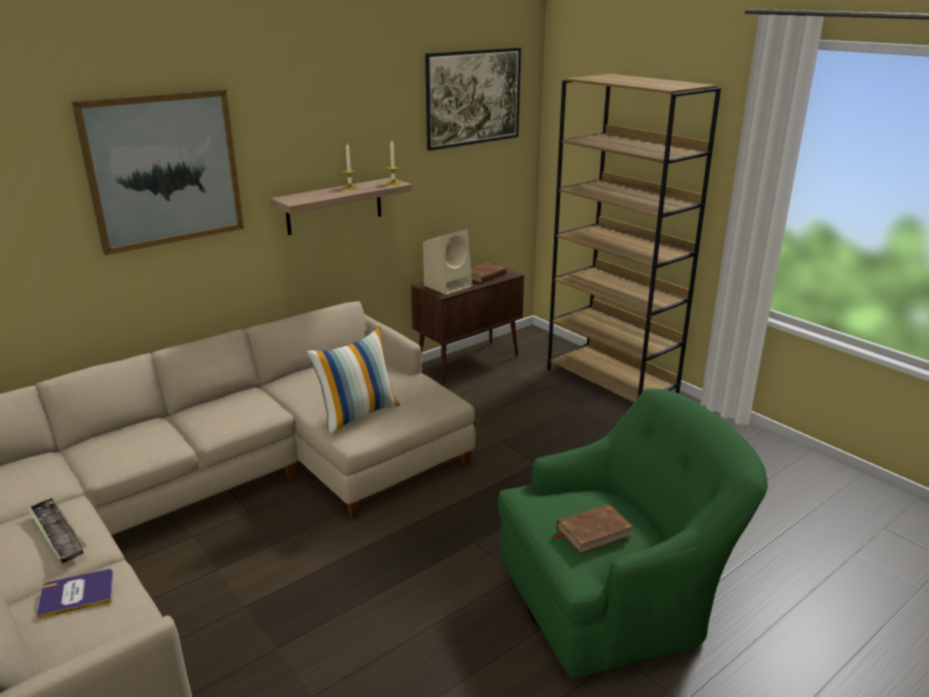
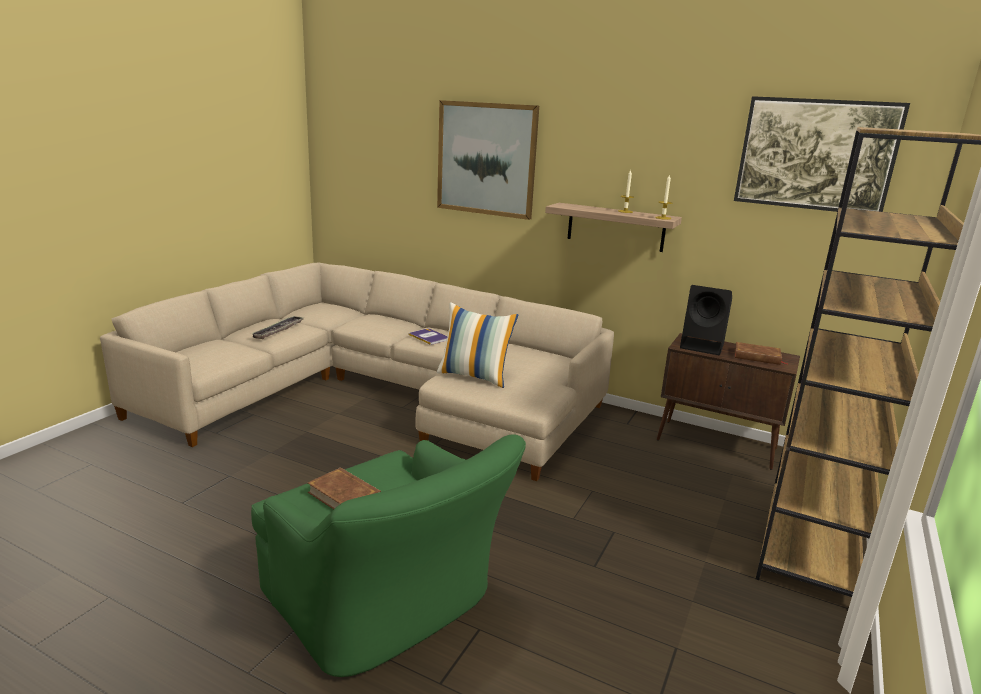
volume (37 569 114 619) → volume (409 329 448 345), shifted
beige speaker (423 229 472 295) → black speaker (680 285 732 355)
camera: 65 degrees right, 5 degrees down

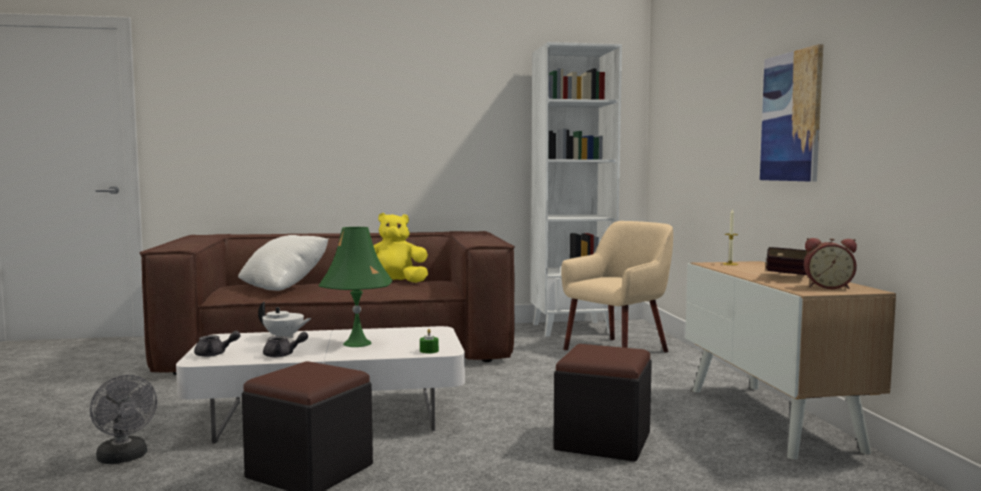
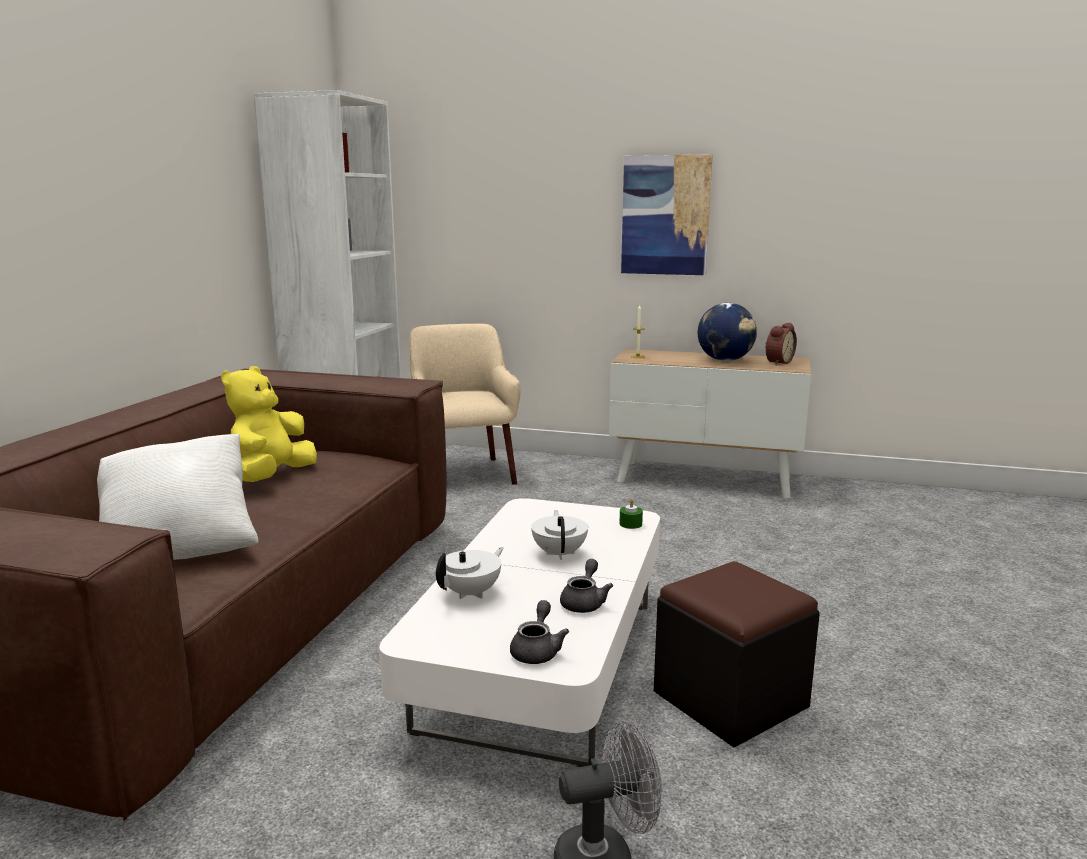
greenish tabletop lamp (319 227 392 347) → white-coloured tea pot (531 510 588 560)
black footrest (553 344 652 462) → -
reddish volume (766 247 808 275) → world globe (698 303 757 361)
camera: 65 degrees left, 10 degrees up

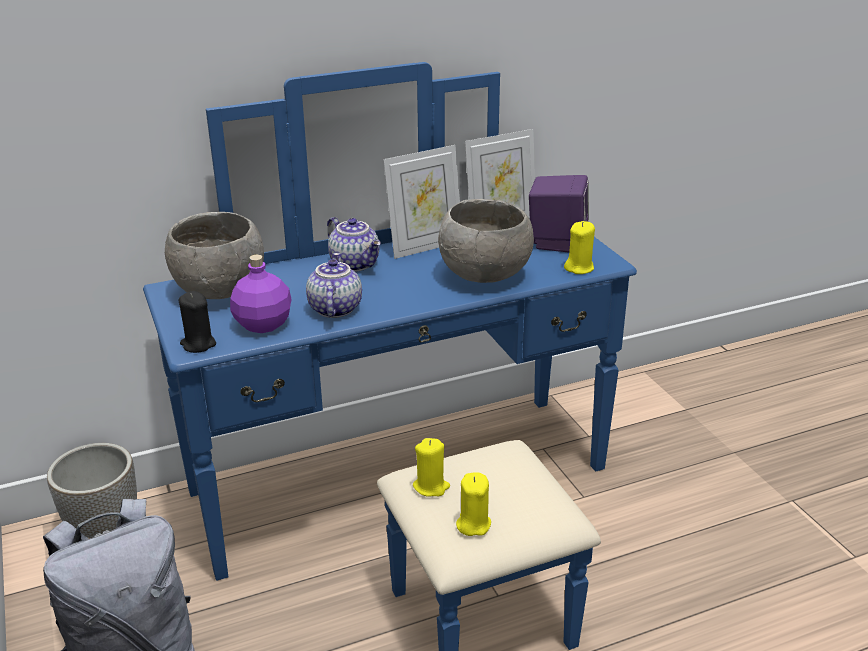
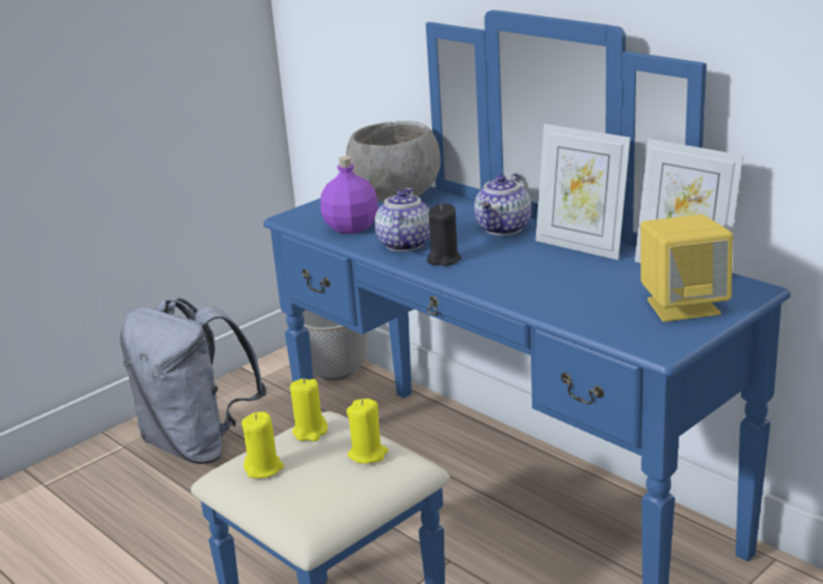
black wax light (178 291 216 353) → black wax light (427 204 461 266), shifted
tea pot (306 253 362 318) → tea pot (375 188 430 251), 60 degrees counterclockwise
greyish bowl (438 199 534 283) → -
purple-coloured speaker (529 175 589 252) → yellow-coloured speaker (640 214 733 322)
yellow-coloured wax light (564 221 595 274) → yellow-coloured wax light (346 399 388 464), shifted
camera: 70 degrees right, 5 degrees down

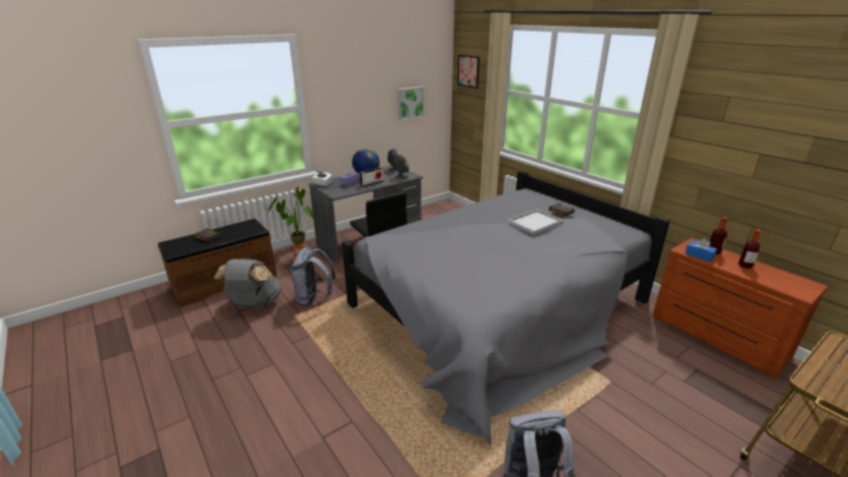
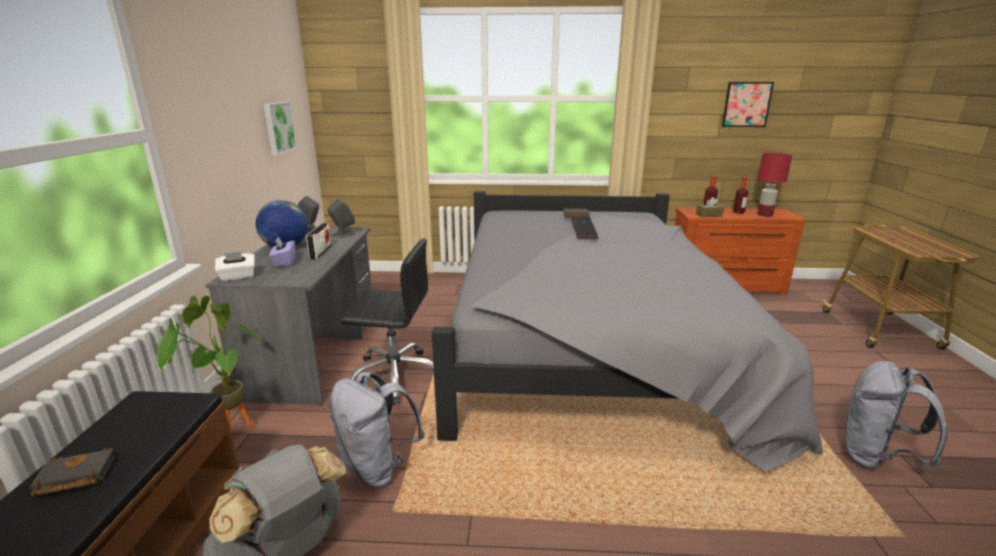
wall picture (457 55 480 88) → wall picture (722 82 774 127), shifted
white-coloured carrying tray (508 209 563 234) → keyboard (571 216 598 239)
blue-coloured box of tissues (685 238 717 262) → brown box of tissues (696 197 724 217)
- → reddish tabletop lamp (757 153 792 217)
camera: 50 degrees left, 5 degrees down

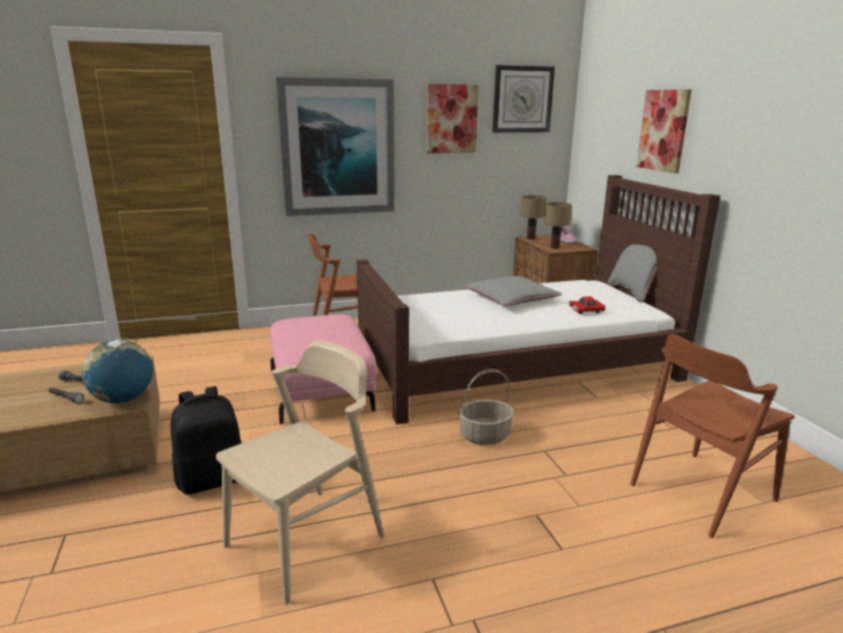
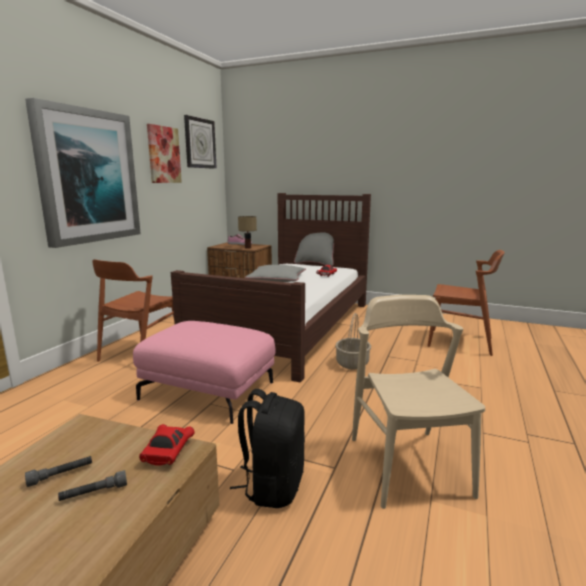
world globe (82 339 153 403) → reddish model car (139 424 195 466)
tabletop lamp (521 196 546 239) → -
brown chair (630 334 795 538) → brown chair (428 250 505 356), 75 degrees counterclockwise
wall picture (636 89 692 174) → -
camera: 50 degrees left, 5 degrees down

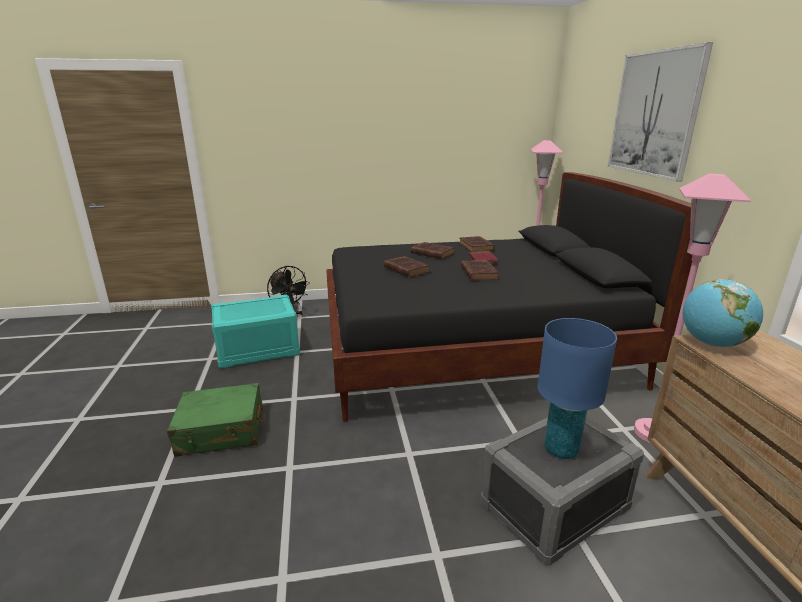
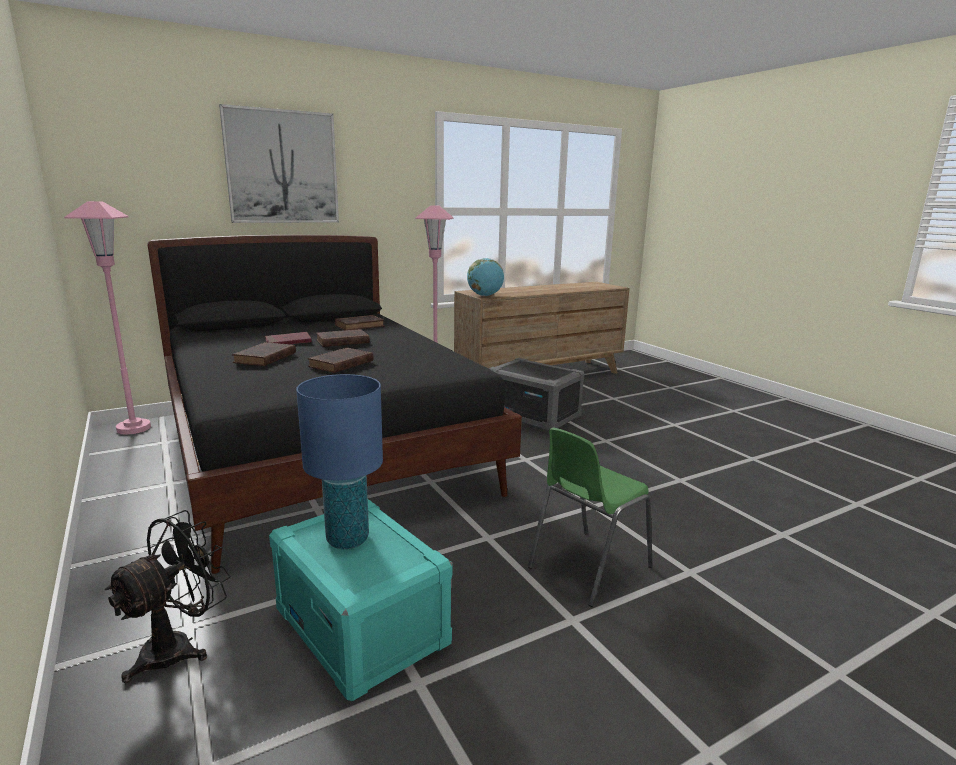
greenish suitcase (167 383 265 457) → greenish chair (528 428 653 607)
brown volume (459 236 495 252) → brown volume (335 315 384 330), shifted
blue-coloured tabletop lamp (538 318 617 459) → blue-coloured tabletop lamp (296 374 383 549), shifted
camera: 110 degrees left, 5 degrees down

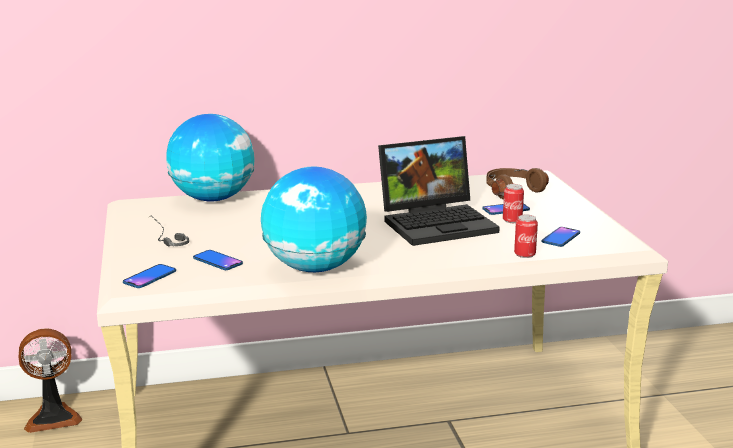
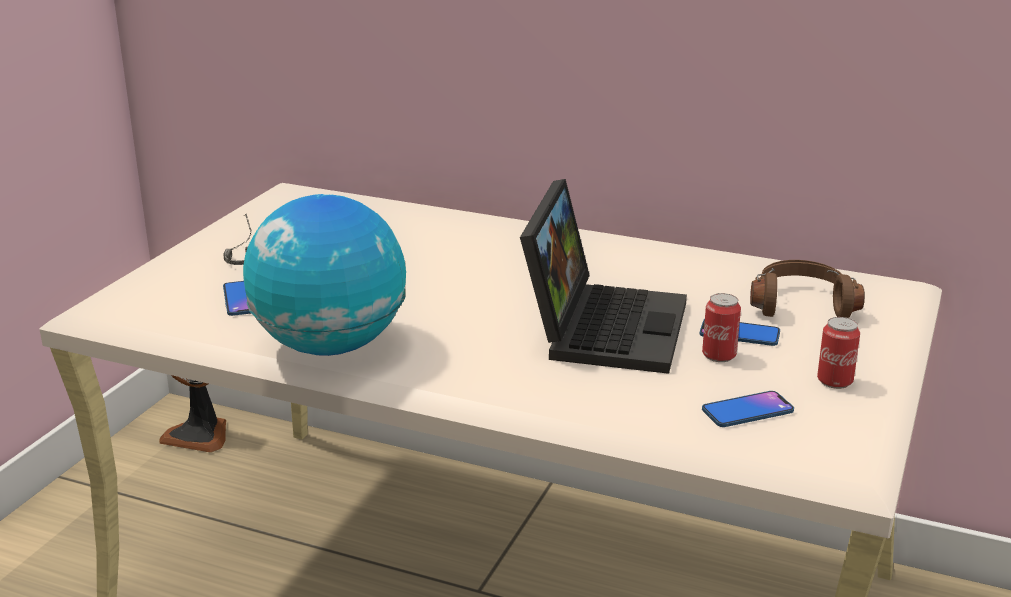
handset (123 264 176 288) → -
world globe (166 114 255 202) → -
notebook computer (378 136 500 246) → notebook computer (520 179 687 374), 90 degrees counterclockwise
sealed can (514 215 538 258) → sealed can (817 317 860 389), shifted
camera: 35 degrees right, 5 degrees up

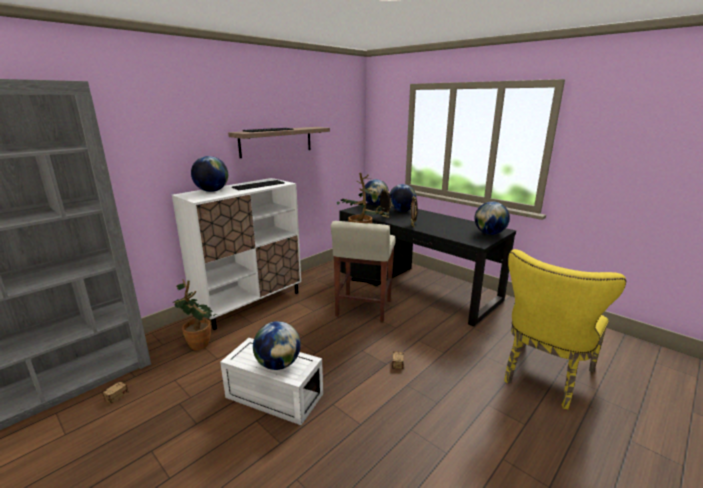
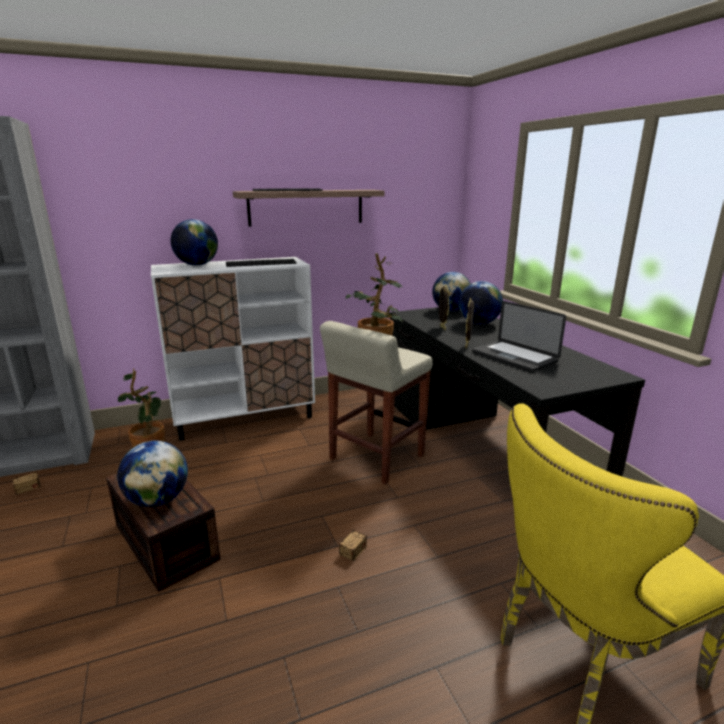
white-coloured storage bin (220 338 323 425) → brown storage bin (106 474 221 592)
world globe (475 202 510 235) → -
- → notebook computer (473 301 566 372)
camera: 25 degrees right, 0 degrees up

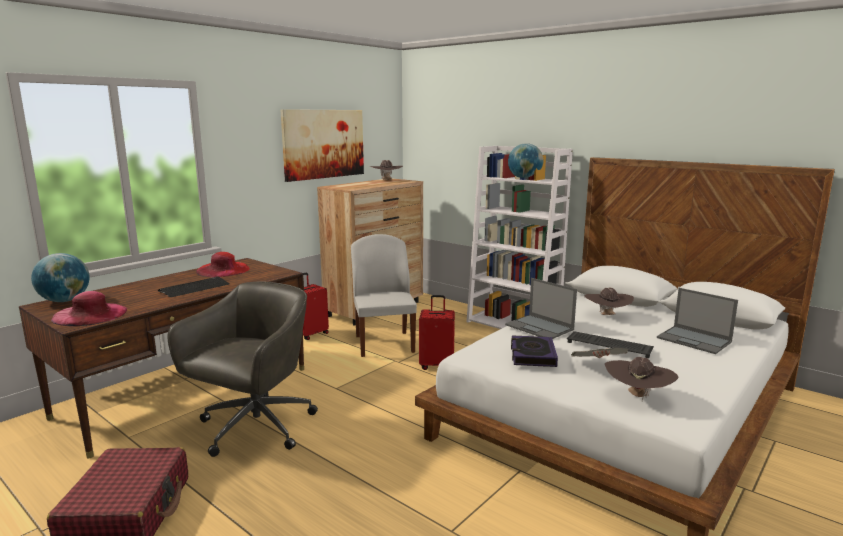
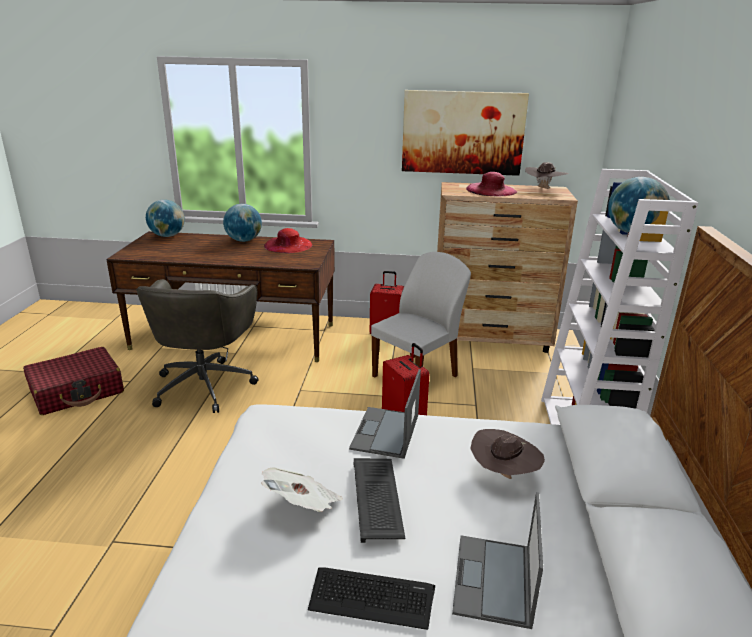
pink wearable hat (51 291 127 326) → pink wearable hat (466 172 517 196), shifted
keyboard (158 277 230 298) → keyboard (308 568 435 630), shifted
greyish computer chair (168 281 318 457) → greyish computer chair (136 279 258 413), 105 degrees clockwise
volume (511 335 558 367) → -
brown wearable hat (605 357 679 401) → -
- → world globe (223 204 262 242)
camera: 55 degrees right, 10 degrees up

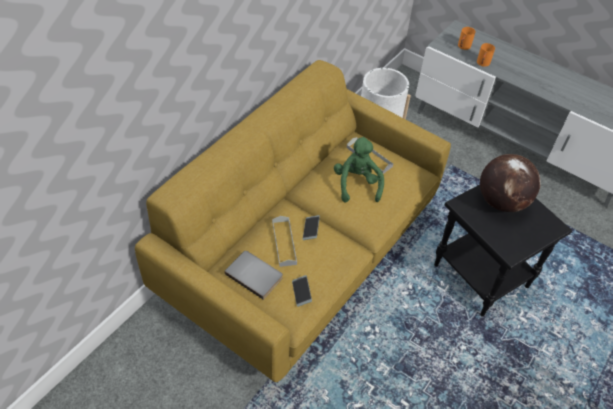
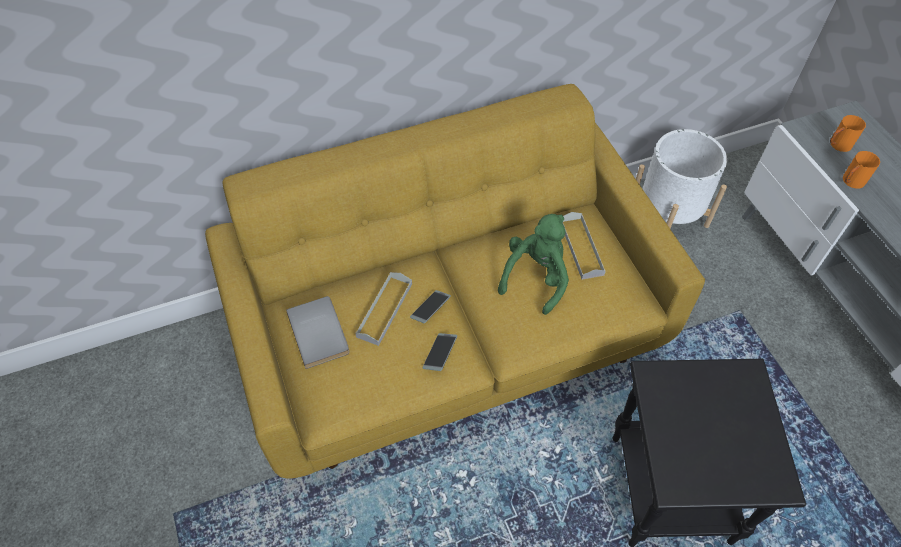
handset (292 275 312 307) → handset (423 333 457 371), shifted
world globe (480 154 541 212) → -
camera: 35 degrees right, 5 degrees up

